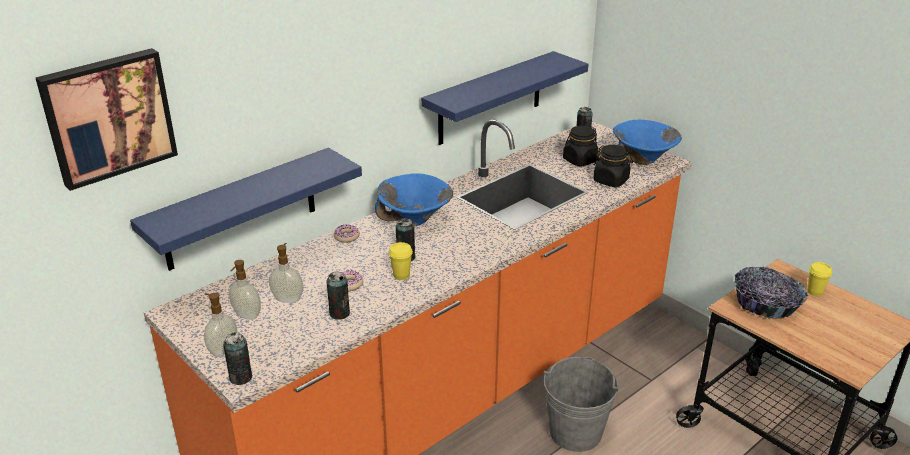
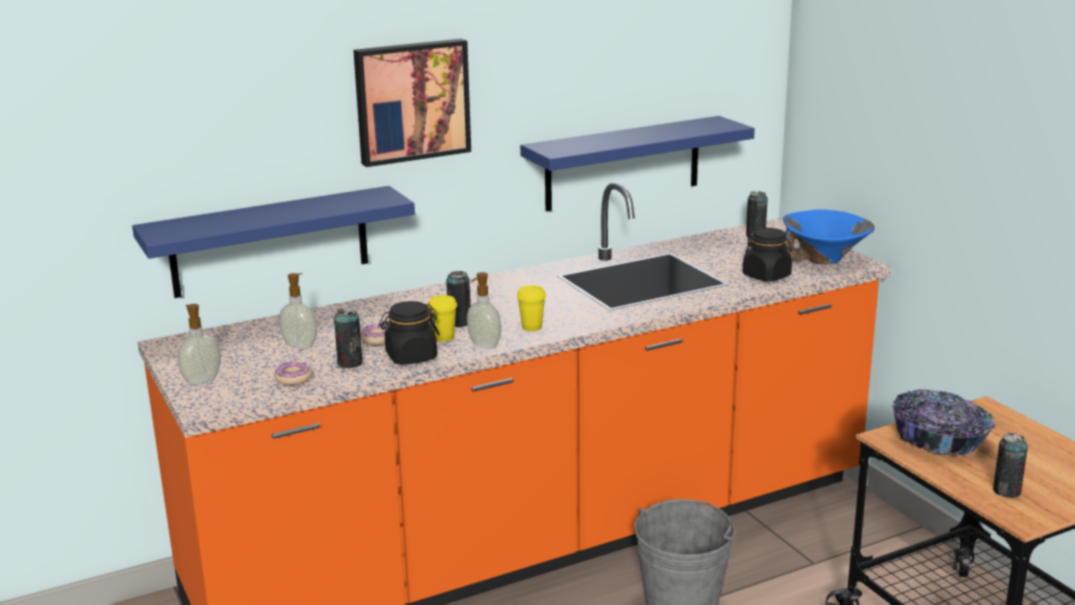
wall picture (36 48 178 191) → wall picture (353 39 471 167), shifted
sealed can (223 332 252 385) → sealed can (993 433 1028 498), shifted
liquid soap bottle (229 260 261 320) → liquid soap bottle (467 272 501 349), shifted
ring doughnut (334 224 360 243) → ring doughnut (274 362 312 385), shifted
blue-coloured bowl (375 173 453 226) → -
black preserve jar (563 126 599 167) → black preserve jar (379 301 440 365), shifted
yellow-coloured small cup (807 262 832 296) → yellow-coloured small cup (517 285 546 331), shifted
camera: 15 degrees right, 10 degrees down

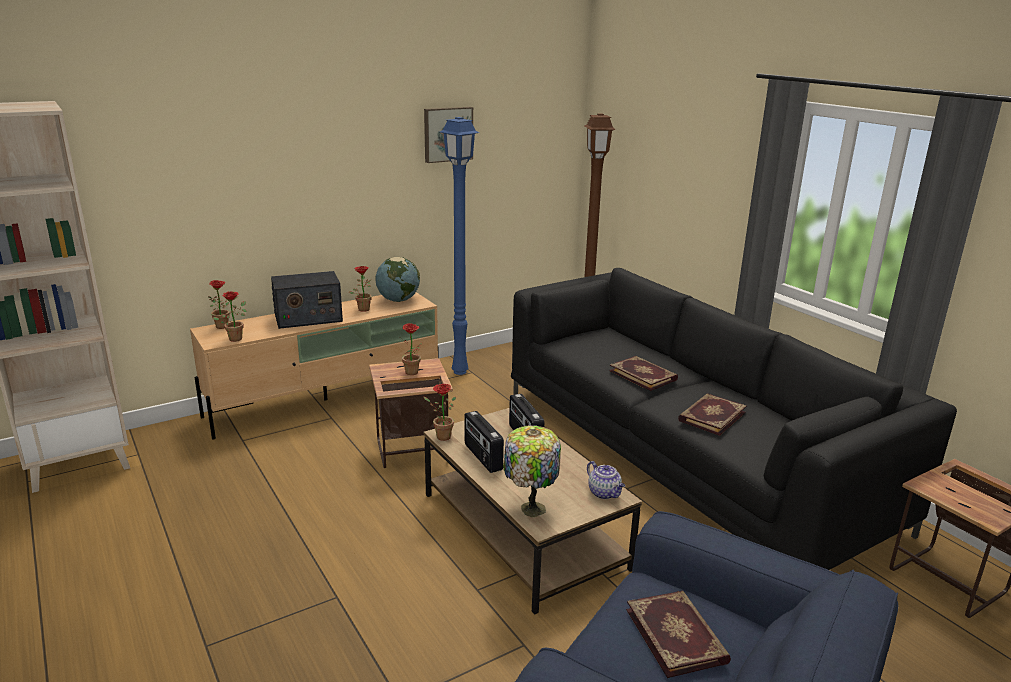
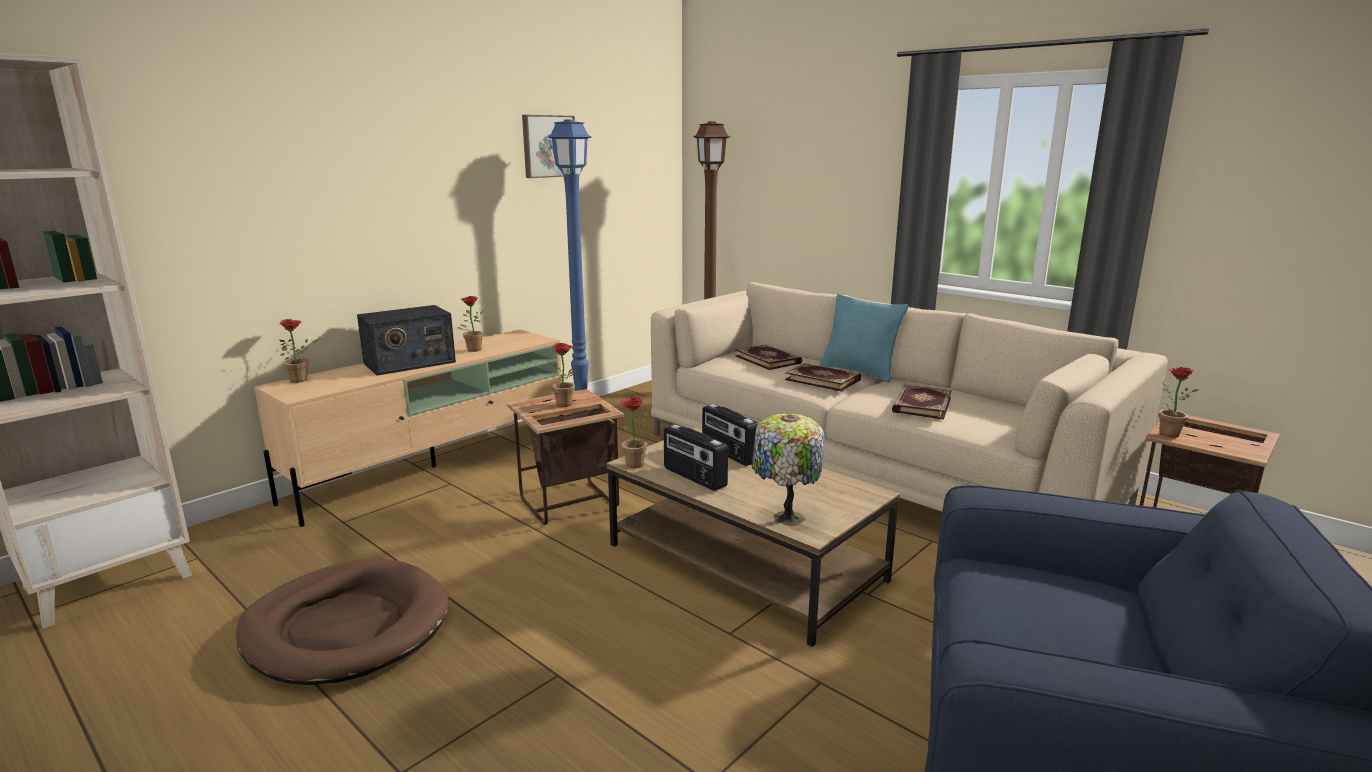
potted plant (213 292 247 342) → potted plant (1159 367 1199 438), shifted
world globe (376 257 420 302) → -
black settee (511 268 957 570) → beige settee (651 282 1168 512)
tea pot (587 461 625 499) → -
volume (626 591 731 678) → volume (735 344 802 370), shifted
- → brown dog cushion (236 559 449 685)
- → blue-green cushion (820 294 909 382)
camera: 15 degrees left, 5 degrees down

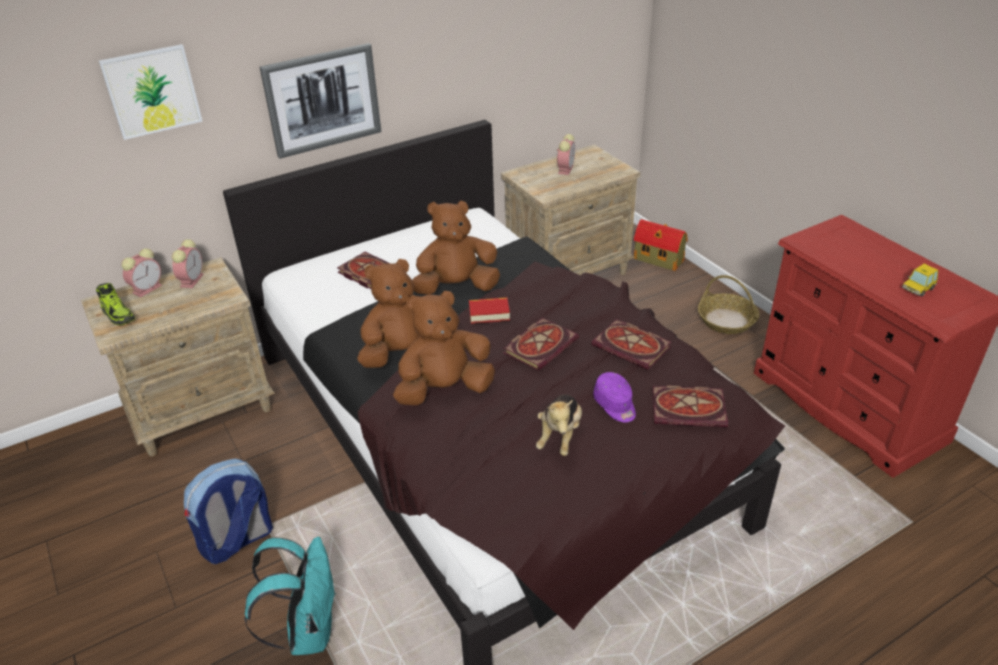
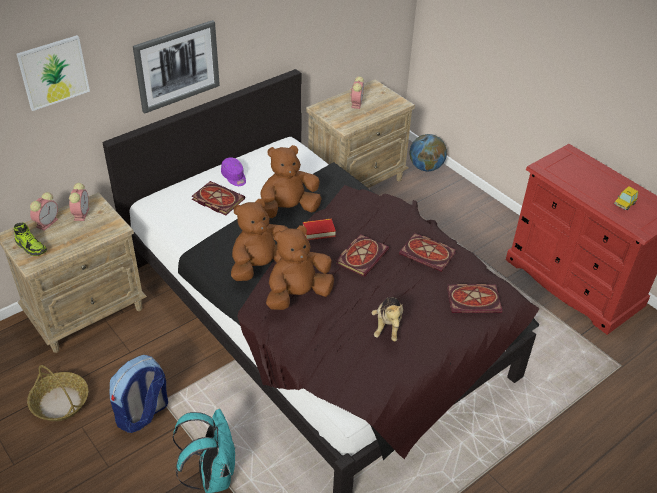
purple-coloured baseball cap (593 372 636 422) → purple-coloured baseball cap (221 157 246 186), shifted
miniature house (634 219 688 271) → world globe (410 134 447 171)
basket (698 275 759 334) → basket (27 365 88 421), shifted
camera: 10 degrees left, 5 degrees up

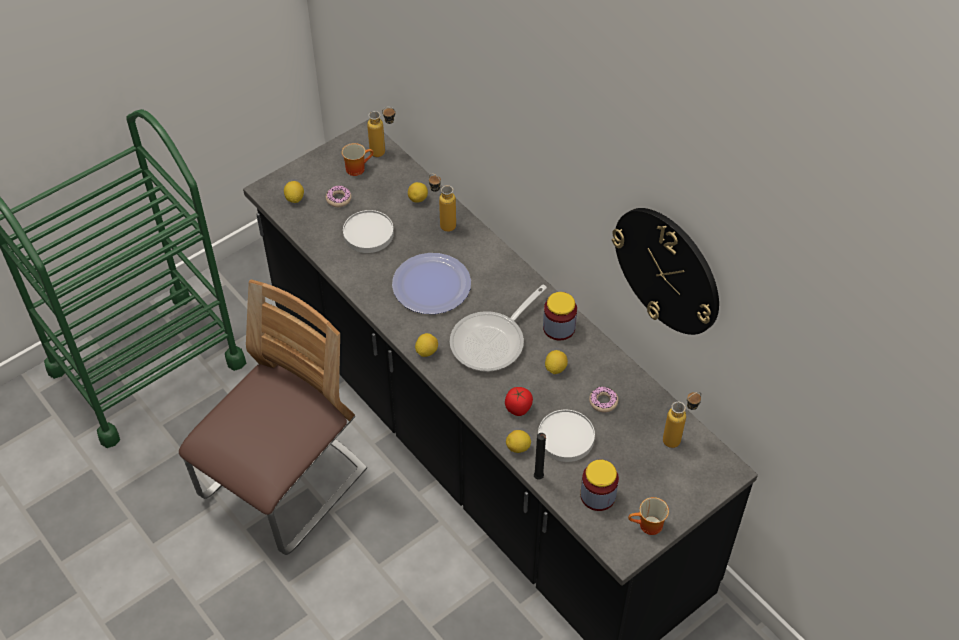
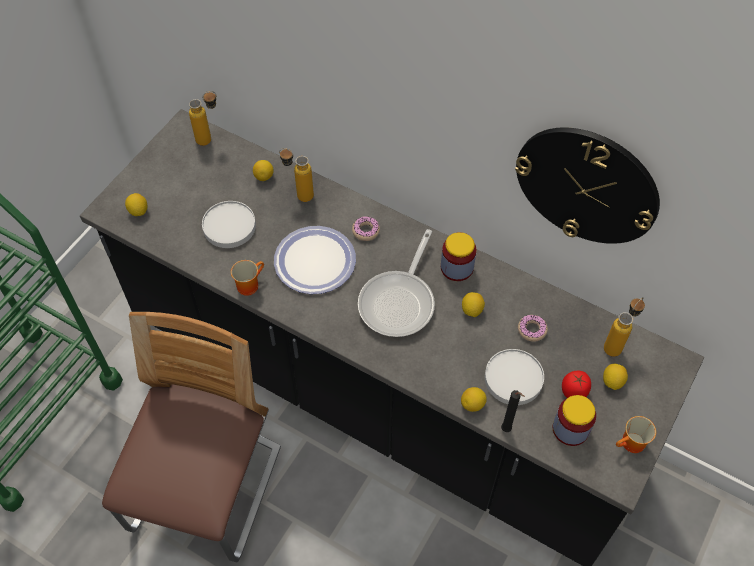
ring doughnut (326 186 352 207) → ring doughnut (352 216 380 241), shifted
coffee mug (342 143 374 176) → coffee mug (231 260 264 296), shifted
citrus fruit (415 333 438 357) → citrus fruit (603 364 628 390), shifted
tomato (505 387 533 416) → tomato (562 371 591 398), shifted
camera: 20 degrees left, 5 degrees up

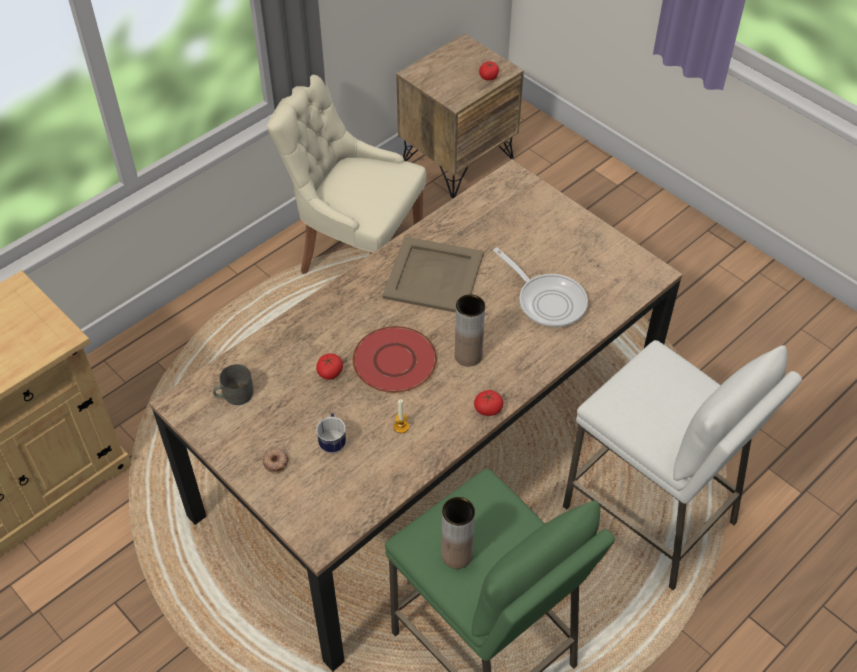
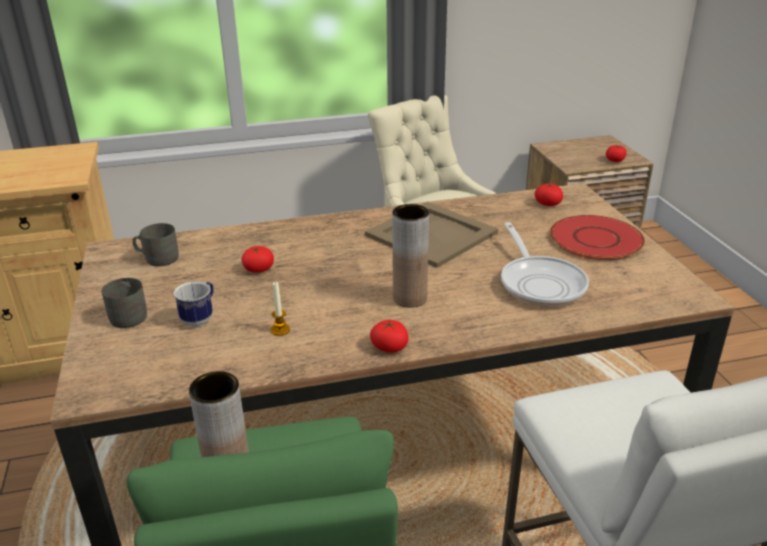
ring doughnut (262 448 289 474) → greyish coffee mug (101 278 147 328)
reddish plate (352 326 437 393) → reddish plate (550 215 645 260), shifted
- → tomato (535 183 563 206)
camera: 30 degrees right, 20 degrees down

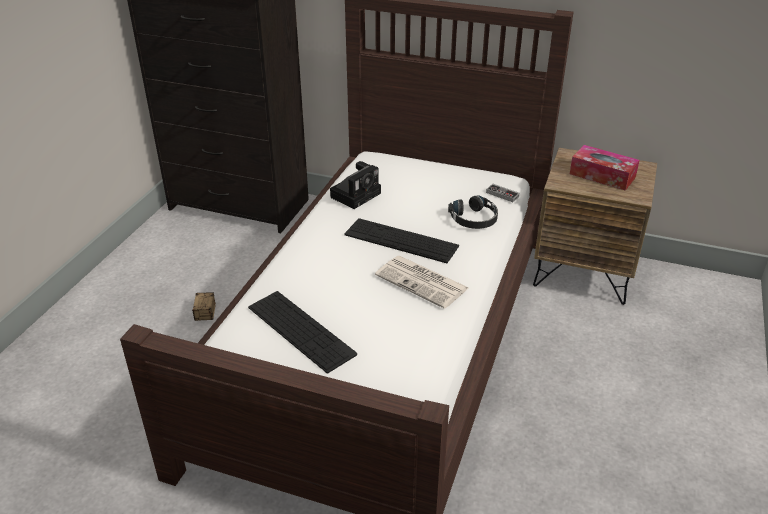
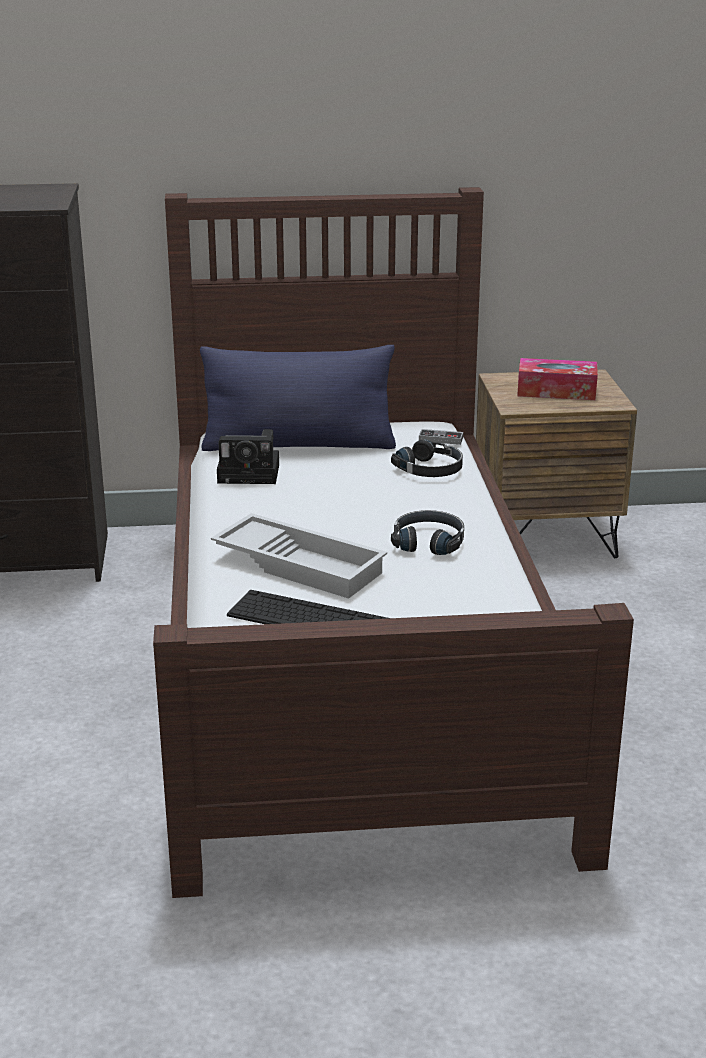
storage bin (192 292 216 321) → -
photo camera (330 161 381 209) → photo camera (217 429 279 484), 75 degrees clockwise
keyboard (344 218 459 263) → -
daily paper (375 256 469 309) → black pair of headphones (391 510 464 555)
- → blue-coloured cushion (200 345 396 451)
- → white-coloured carrying tray (211 513 387 598)
camera: 25 degrees left, 10 degrees down

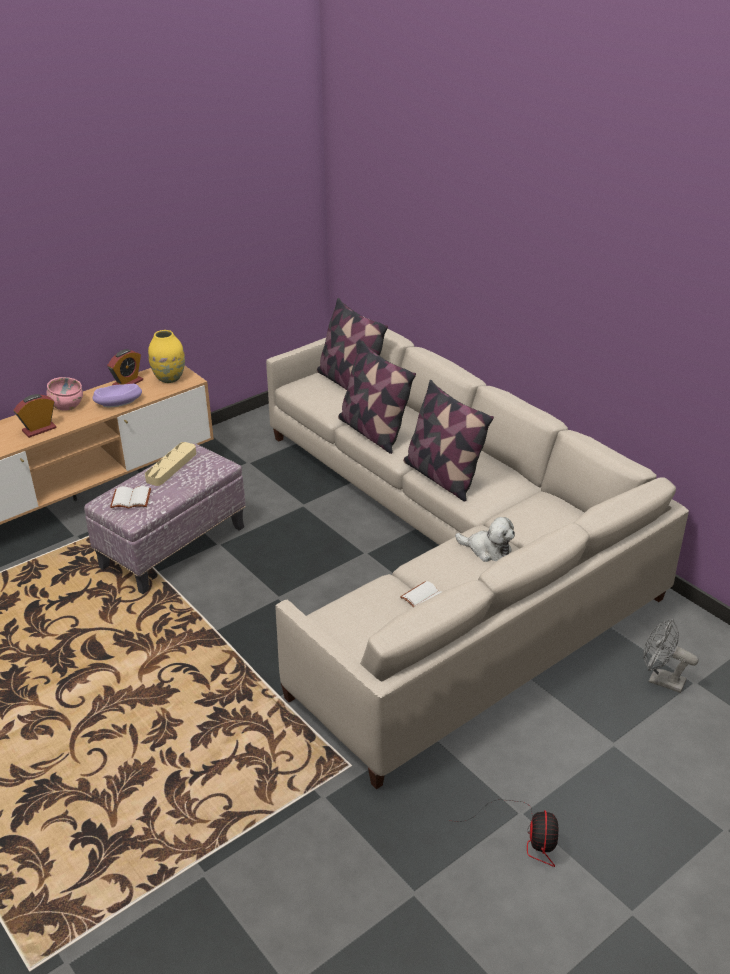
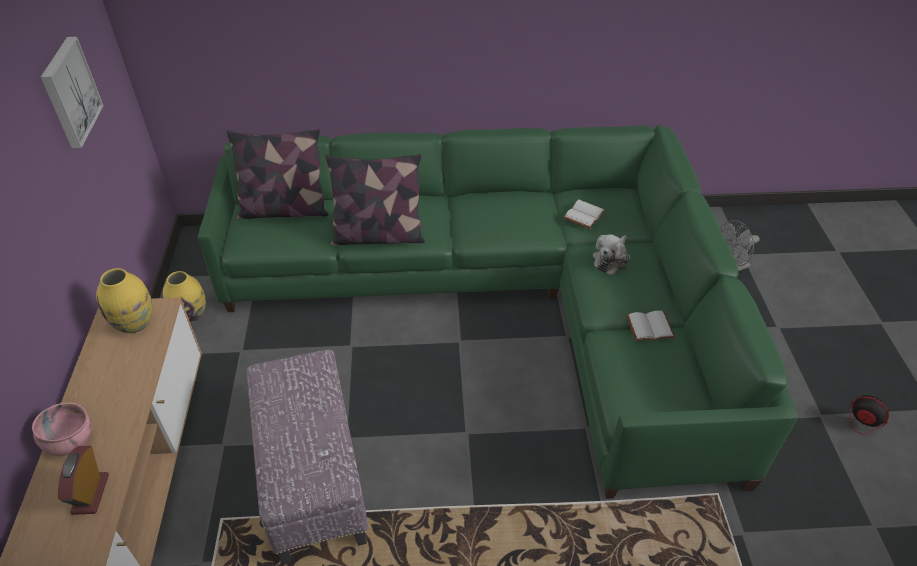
purple-coloured bowl (92 384 142 407) → -
bedside clock (107 349 143 385) → -
white-coloured volume (110 486 151 508) → white-coloured volume (563 200 606 229), shifted
beige carrying tray (145 442 196 486) → -
beige settee (266 320 689 789) → greenish settee (198 125 798 499)
cushion (403 380 494 501) → -
soft toy (455 517 515 562) → soft toy (593 234 630 275), 150 degrees clockwise
- → wall picture (40 37 104 148)
- → yellow-coloured decorative vase (163 271 206 323)
camera: 55 degrees left, 10 degrees up

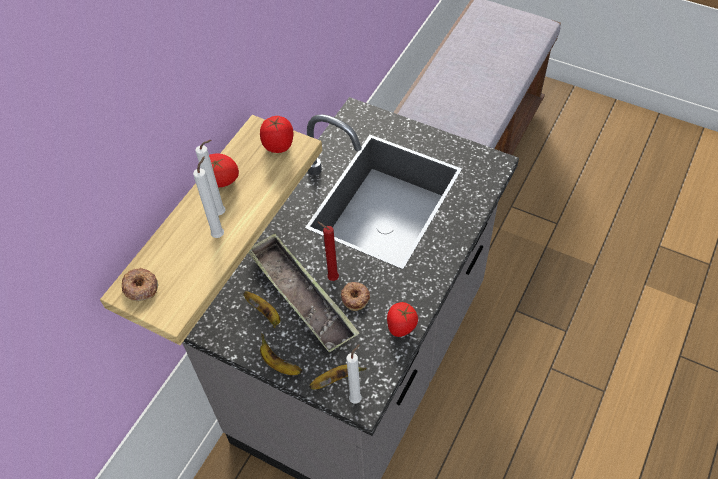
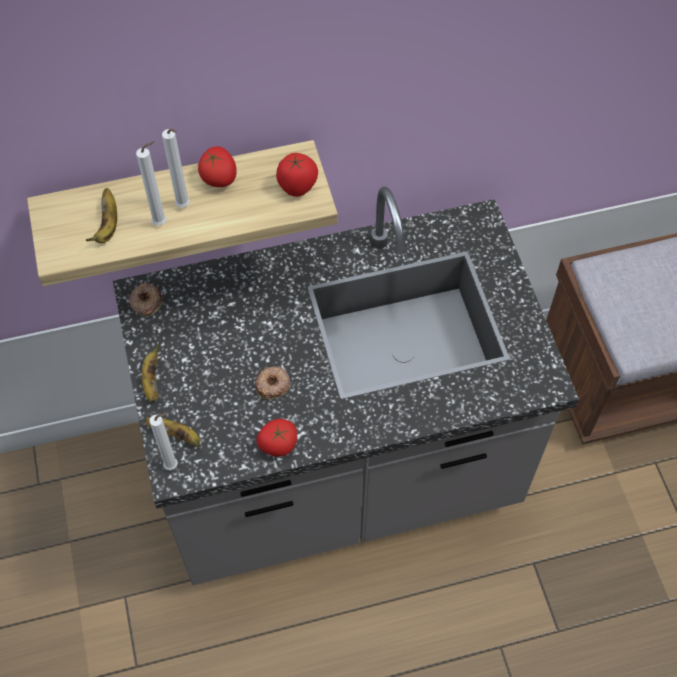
ring doughnut (122 268 158 301) → ring doughnut (129 283 162 316), shifted
banana fruit (243 291 280 328) → banana fruit (85 188 117 243), shifted
carrying tray (248 233 360 352) → -
reddish wax light (317 221 339 281) → -
camera: 45 degrees right, 5 degrees up

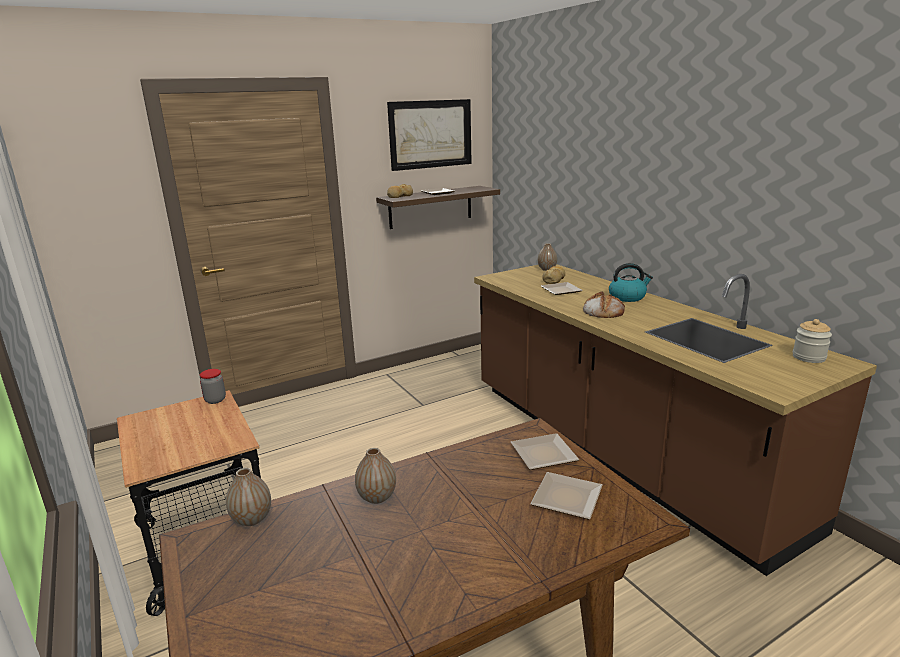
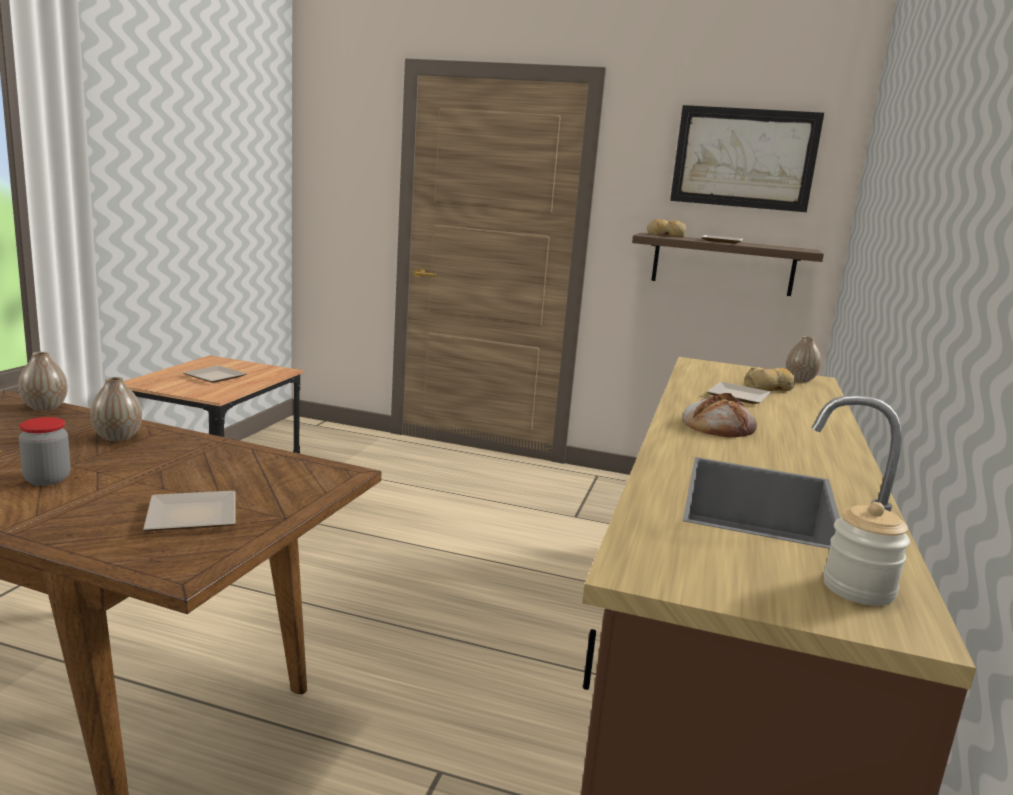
preserve jar (200 369 226 404) → preserve jar (19 417 71 486), shifted
plate (511 433 580 470) → plate (183 366 247 383), shifted
kettle (609 263 653 302) → -
camera: 45 degrees right, 5 degrees down

